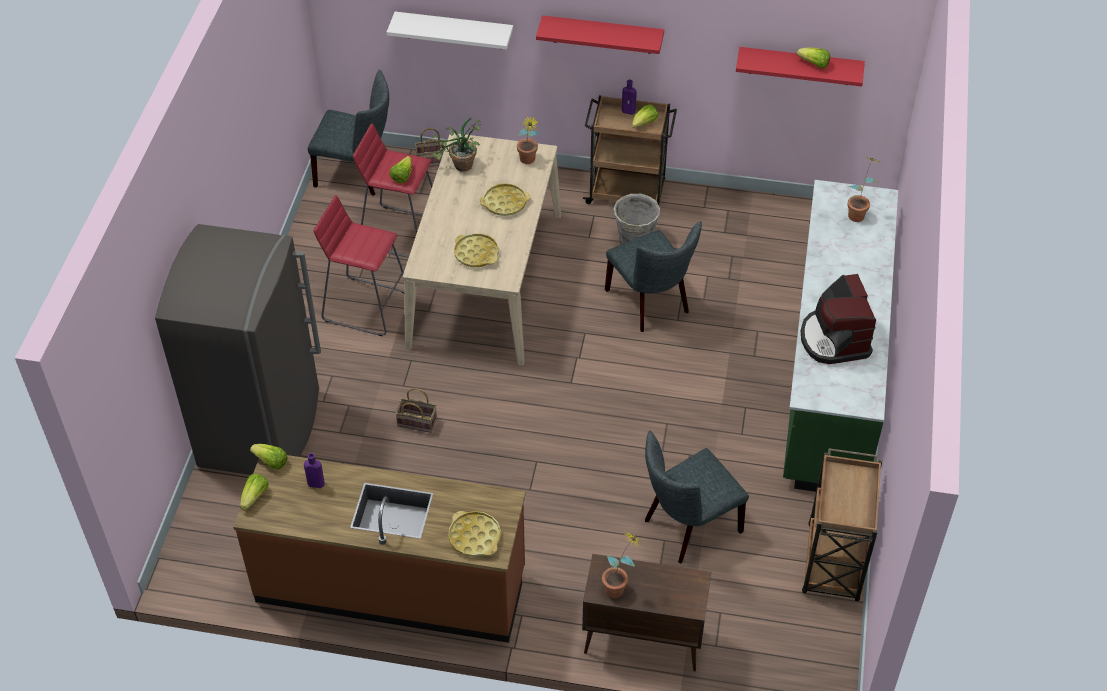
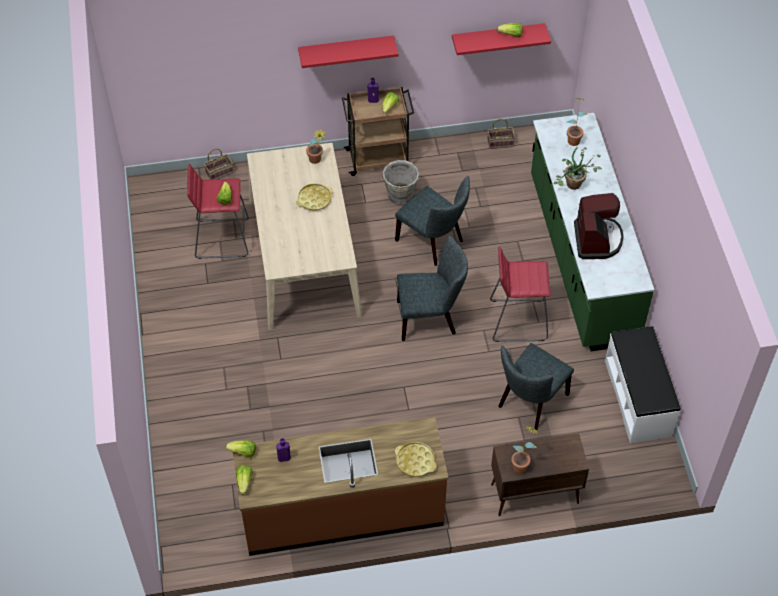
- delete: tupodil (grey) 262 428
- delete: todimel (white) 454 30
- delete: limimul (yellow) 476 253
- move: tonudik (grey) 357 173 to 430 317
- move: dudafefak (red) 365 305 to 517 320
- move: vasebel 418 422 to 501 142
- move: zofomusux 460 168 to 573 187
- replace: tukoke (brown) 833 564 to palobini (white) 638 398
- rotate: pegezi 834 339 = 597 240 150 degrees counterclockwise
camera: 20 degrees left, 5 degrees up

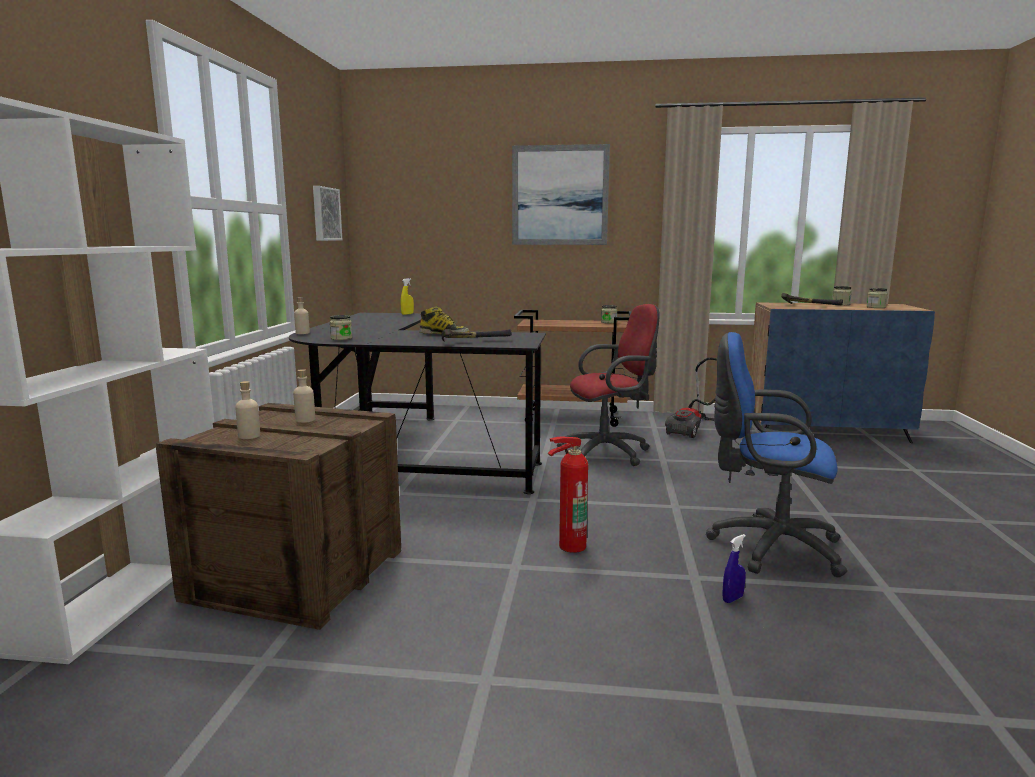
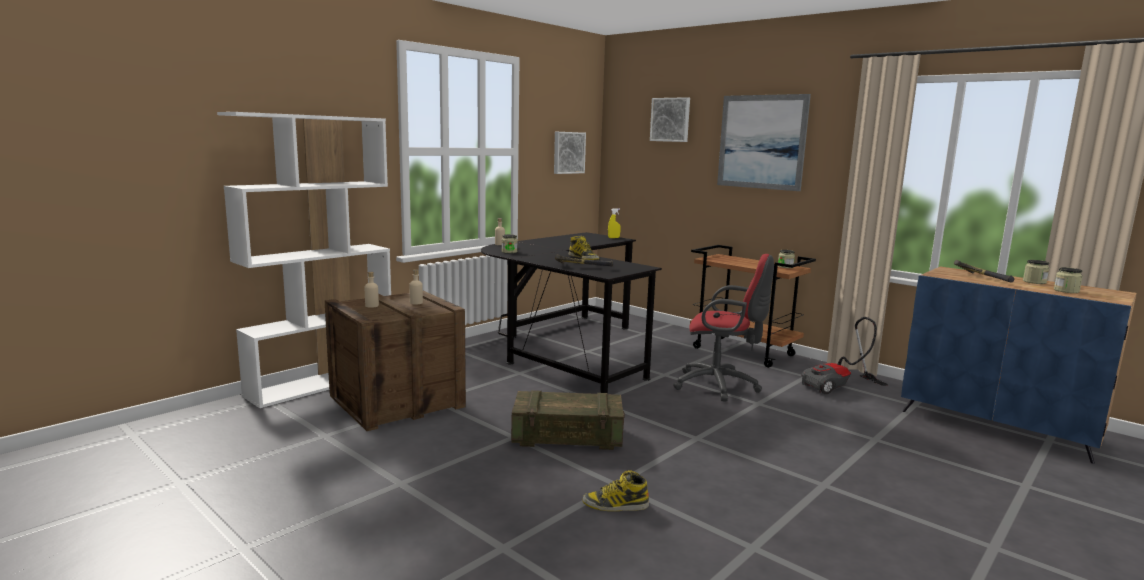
- delete: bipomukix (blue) 768 547
- insert: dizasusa 670 119
- replace: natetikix 569 546 to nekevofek 567 437
- replace: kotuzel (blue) 732 599 to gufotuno 615 505
camera: 35 degrees right, 0 degrees up

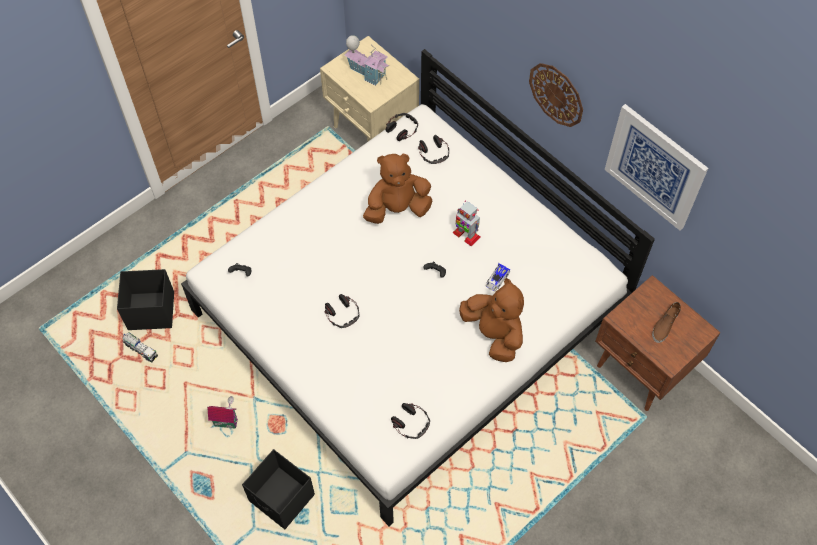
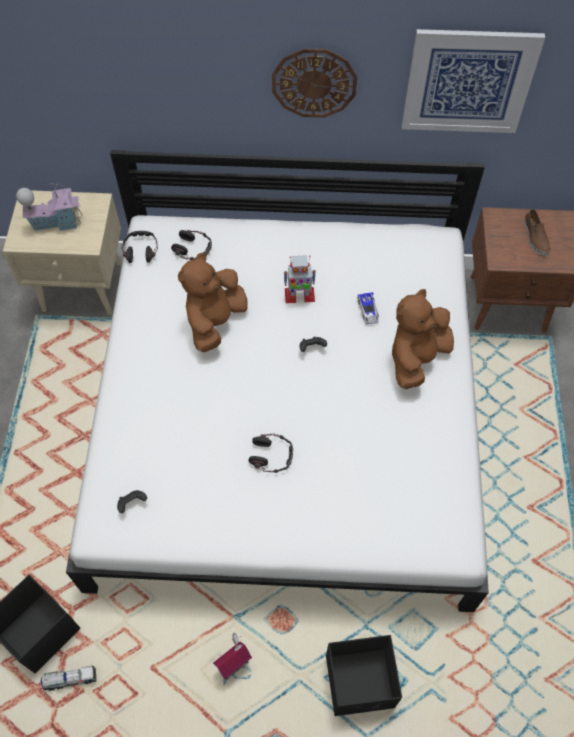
- delete: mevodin 411 423
- rotate: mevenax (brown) 494 334 = 416 358 60 degrees counterclockwise
camera: 45 degrees left, 0 degrees up

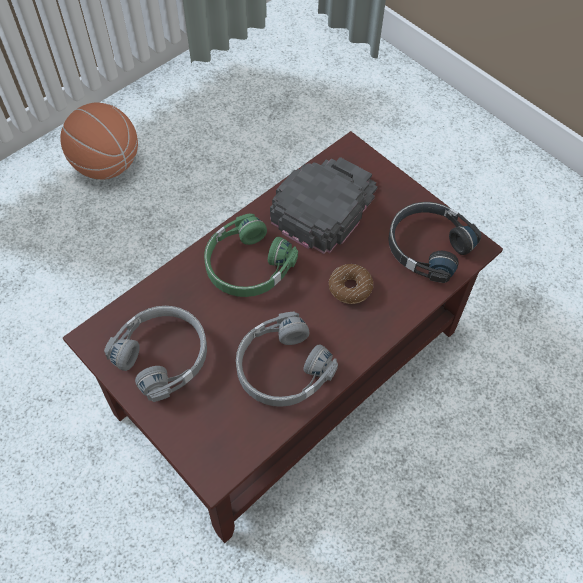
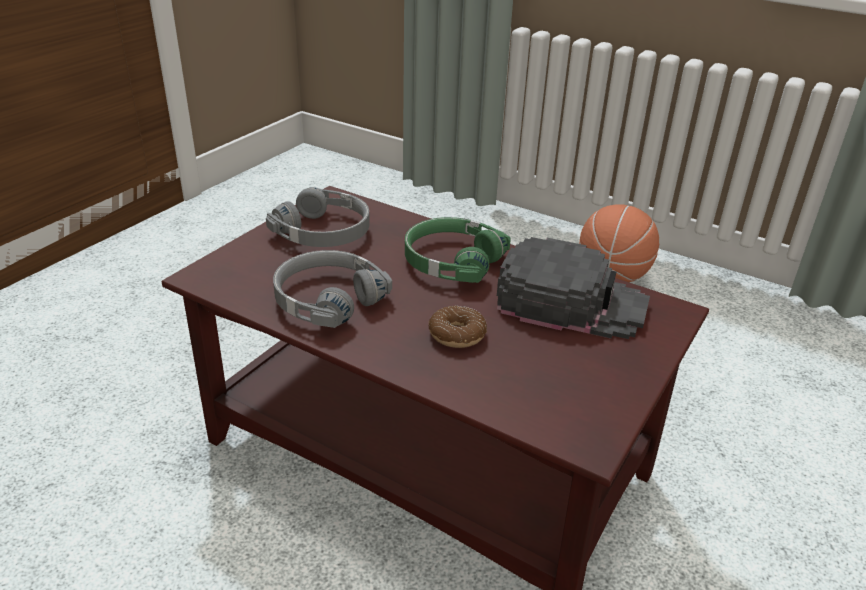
- delete: mevodin (black) 427 246
camera: 75 degrees right, 25 degrees down

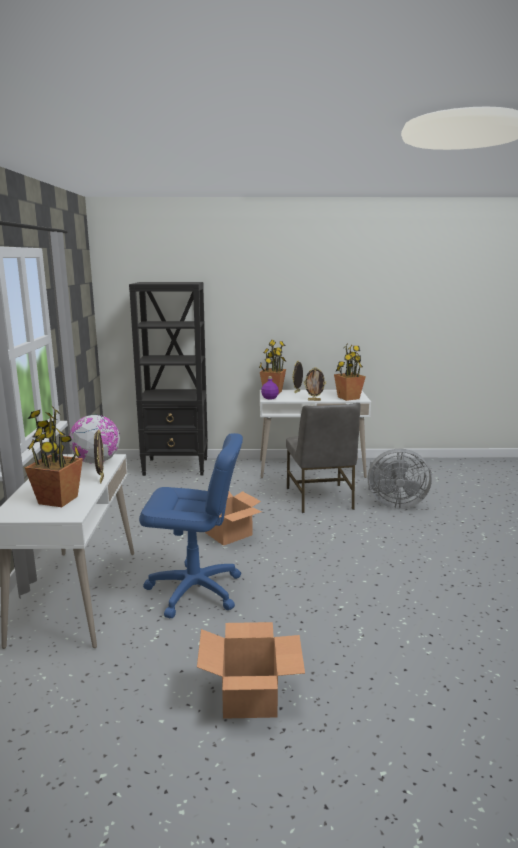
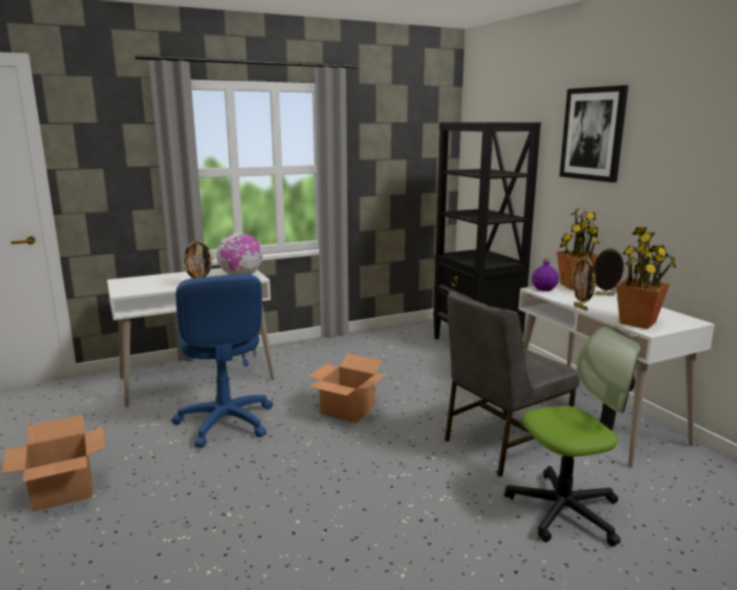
- delete: zofomusux 58 500
- insert: dizasusa 593 134
- replace: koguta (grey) 394 503 to bipomukix 564 510
camera: 65 degrees right, 0 degrees up

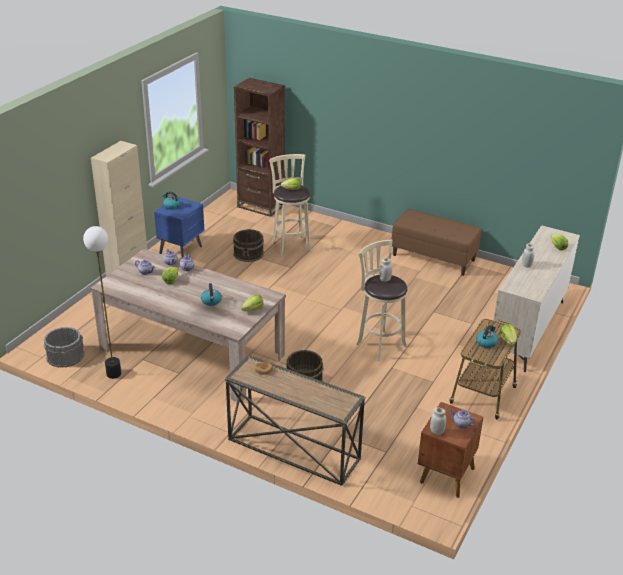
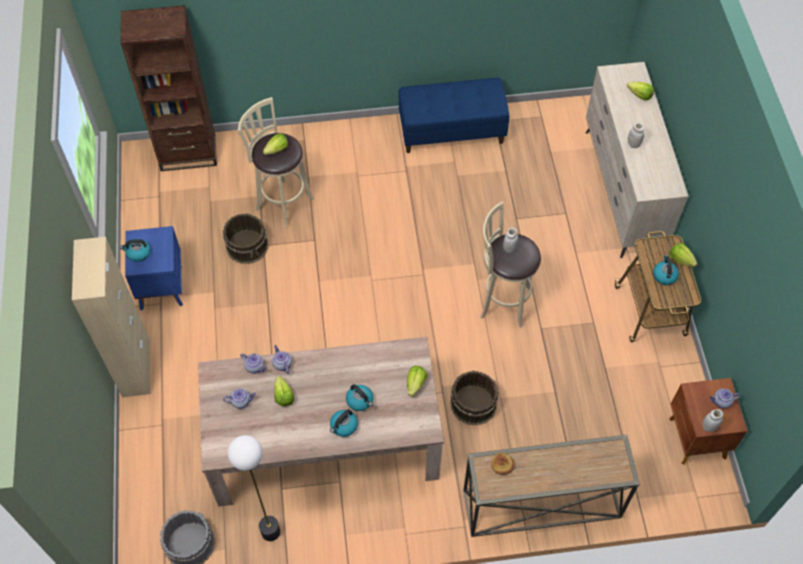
- insert: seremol 343 426
- recolor: palobini (brown) 434 257 to palobini (blue) 452 131
camera: 35 degrees left, 25 degrees up

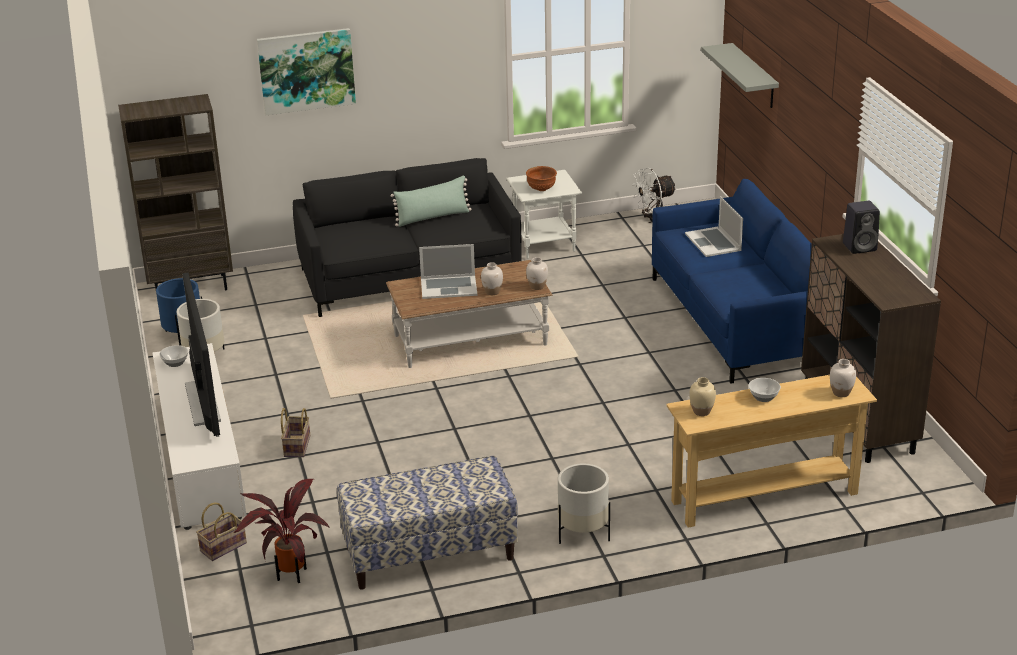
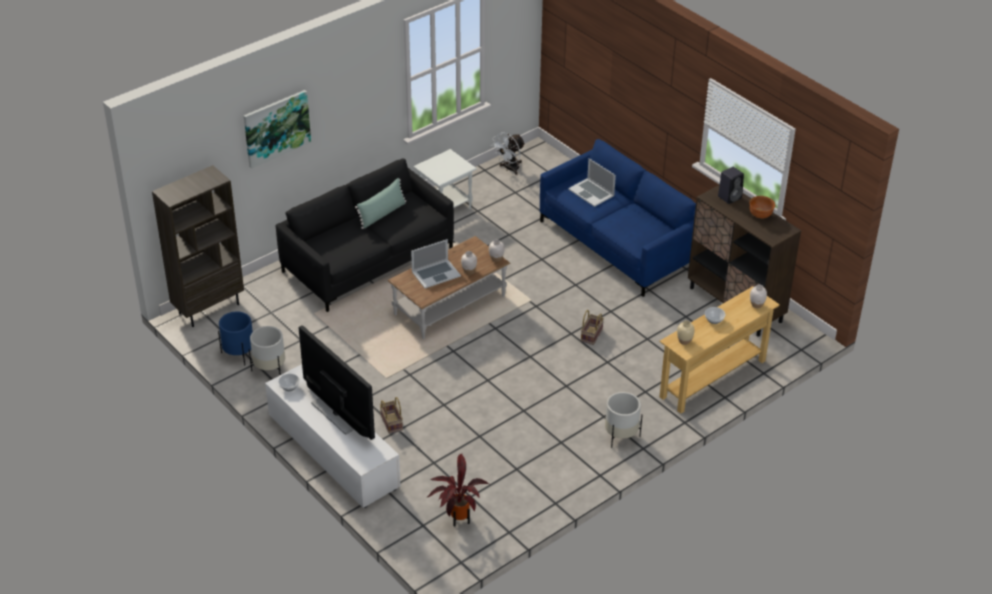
- delete: palobini 429 554
- delete: todimel (grey) 754 76
- move: vasebel 223 546 to 591 335
- move: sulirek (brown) 541 189 to 760 215
camera: 25 degrees left, 10 degrees up

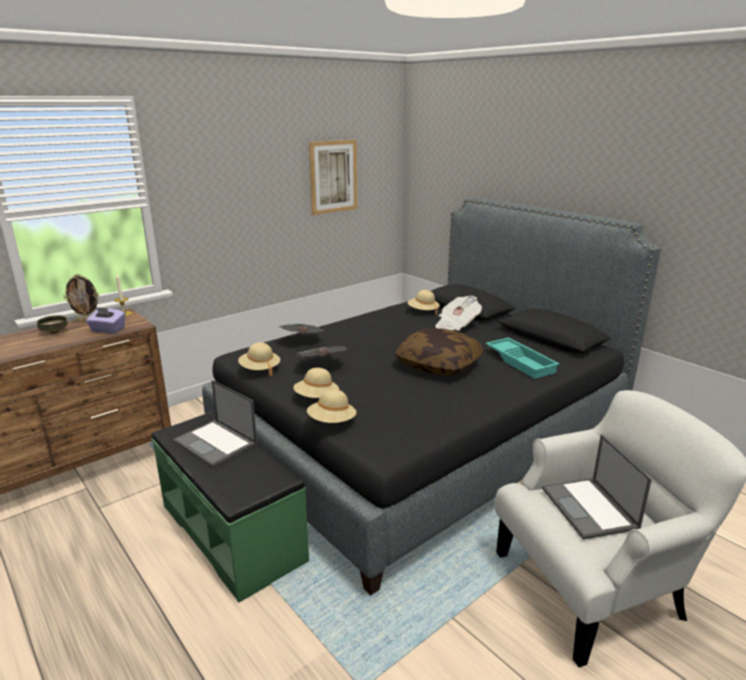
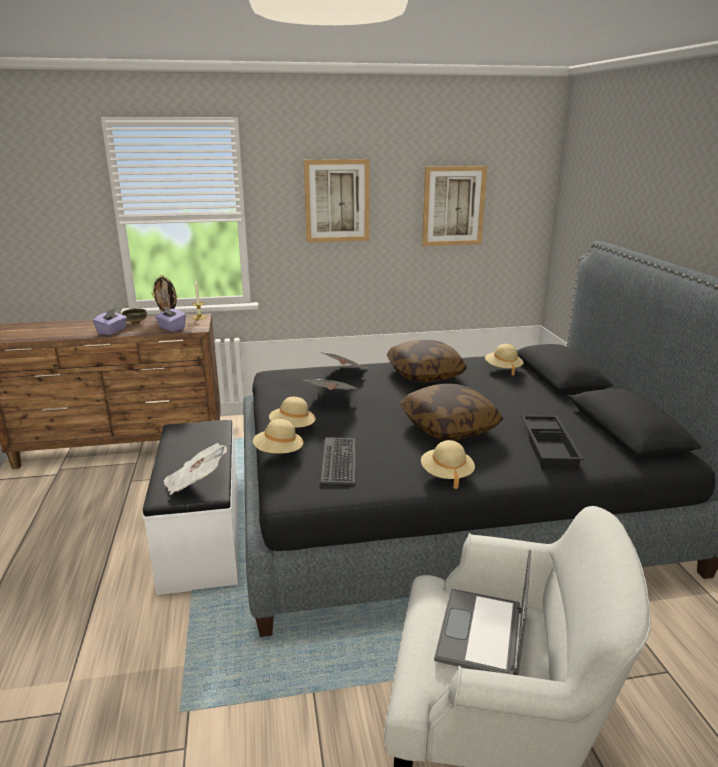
- delete: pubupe 216 443
- insert: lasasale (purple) 112 331
- insert: dizasusa 337 201
- insert: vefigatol 340 460
- insert: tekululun 425 374
- move: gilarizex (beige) 260 369 to 446 474
- move: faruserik 456 325 to 195 483
- recolor: palobini (green) 233 532 to palobini (white) 203 535
- recolor: limimul (turquoise) 521 362 to limimul (black) 550 447
camera: 30 degrees right, 0 degrees up

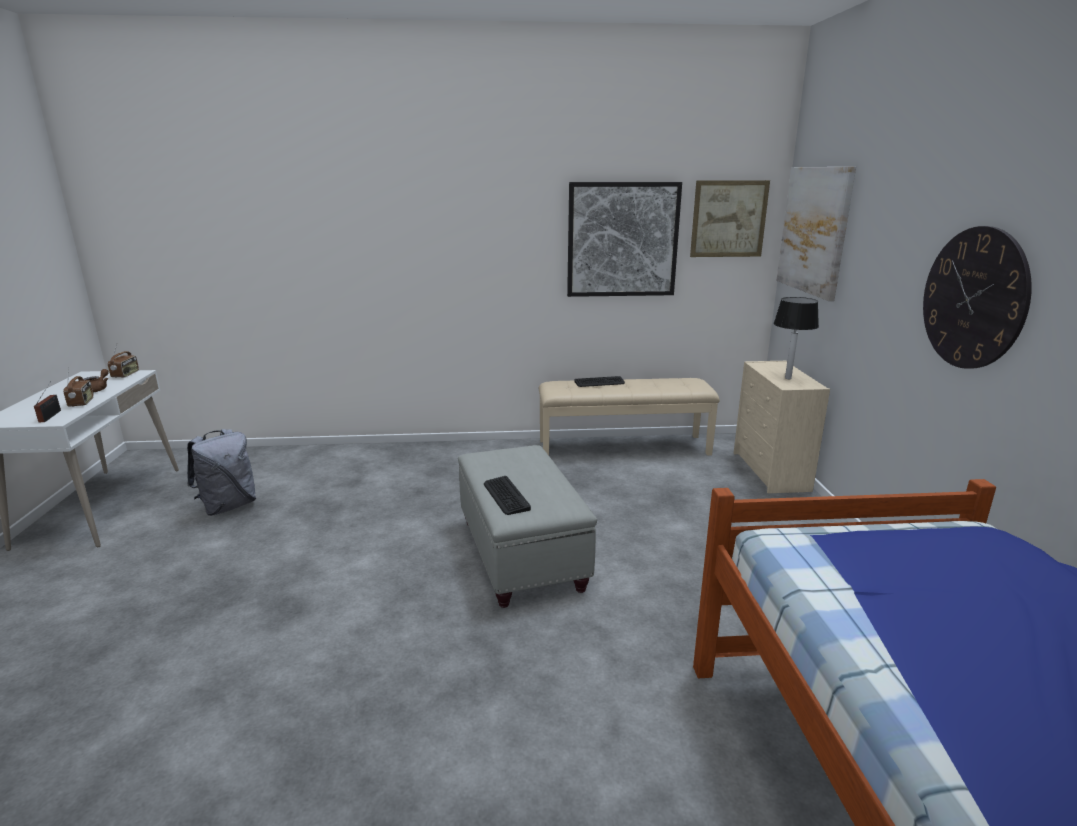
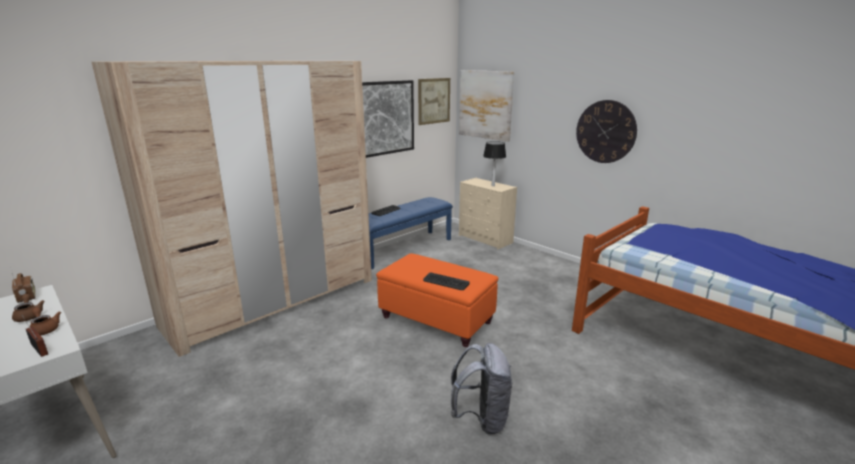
- insert: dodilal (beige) 274 301
- move: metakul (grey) 228 506 to 481 418
- replace: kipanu 82 402 to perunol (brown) 45 329
- recolor: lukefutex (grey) 521 555 to lukefutex (orange) 437 320
- recolor: palobini (beige) 623 447 to palobini (blue) 403 248
camera: 40 degrees left, 0 degrees up

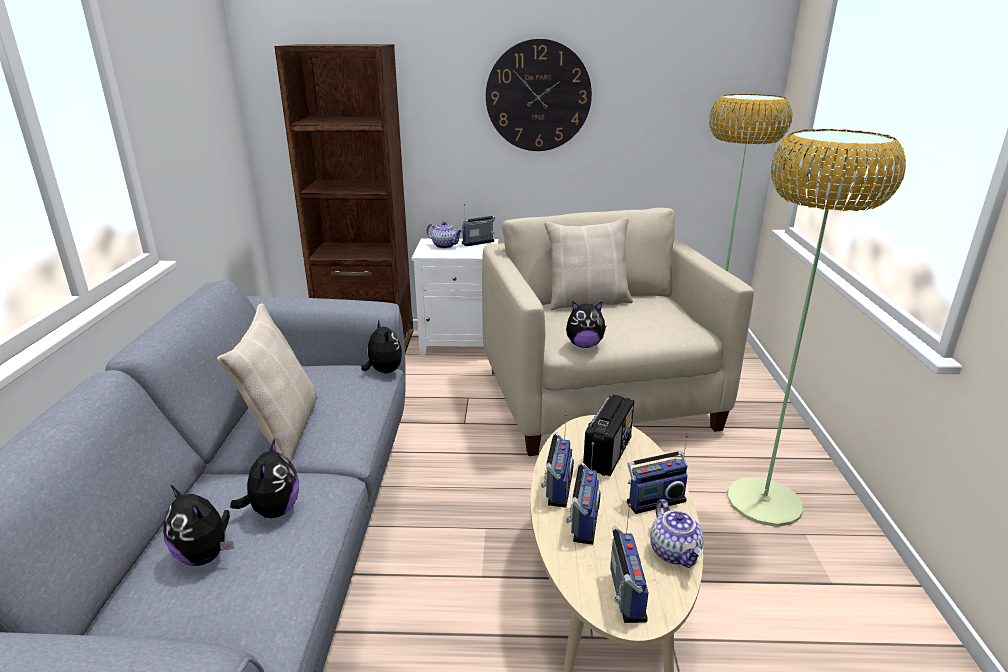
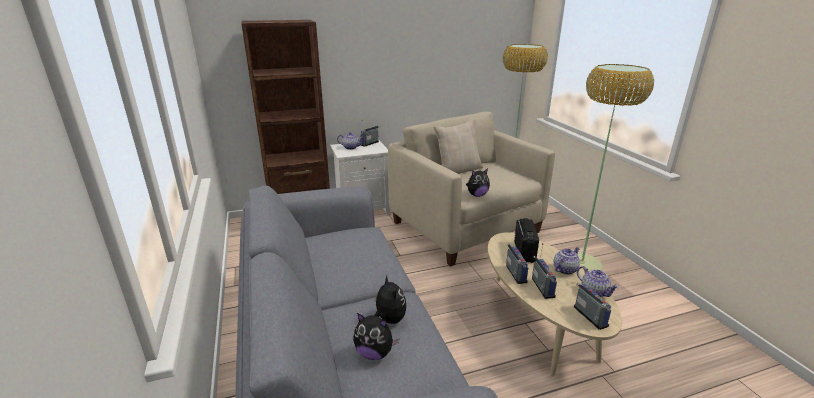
- delete: tekululun (beige) 283 429
- delete: mevenax 383 371
- delete: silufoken 538 96
- replace: kipanu 654 500 to perunol 565 269
camera: 20 degrees left, 0 degrees up

